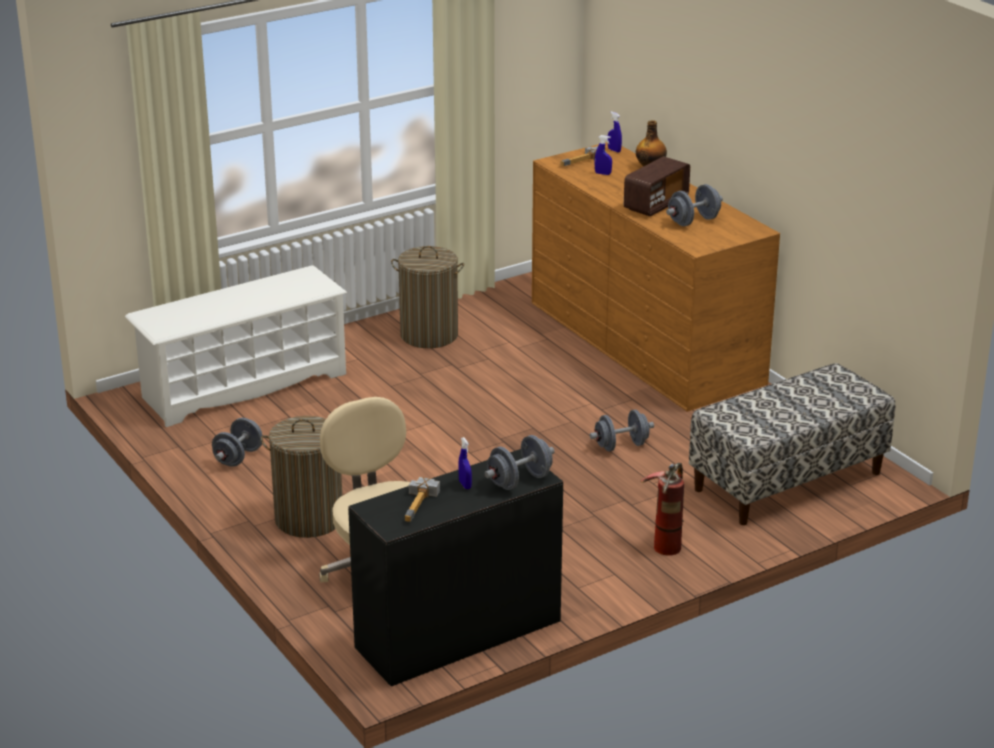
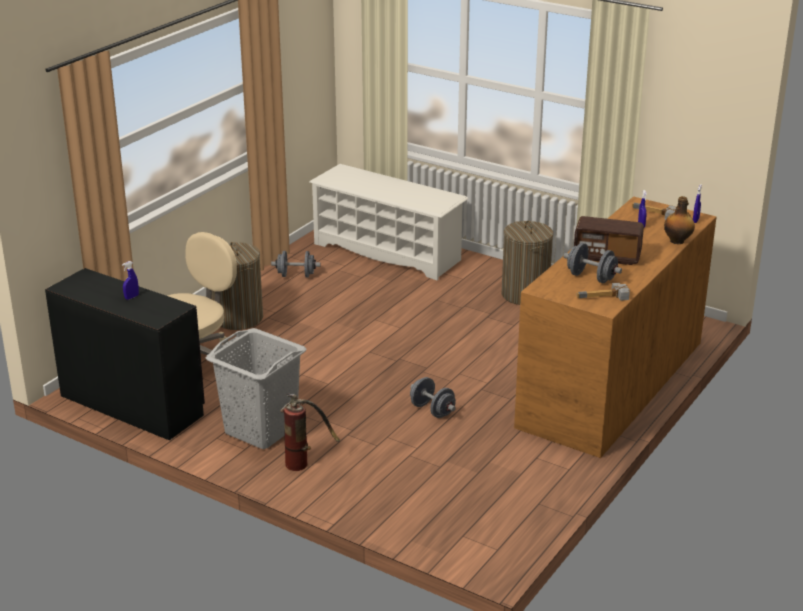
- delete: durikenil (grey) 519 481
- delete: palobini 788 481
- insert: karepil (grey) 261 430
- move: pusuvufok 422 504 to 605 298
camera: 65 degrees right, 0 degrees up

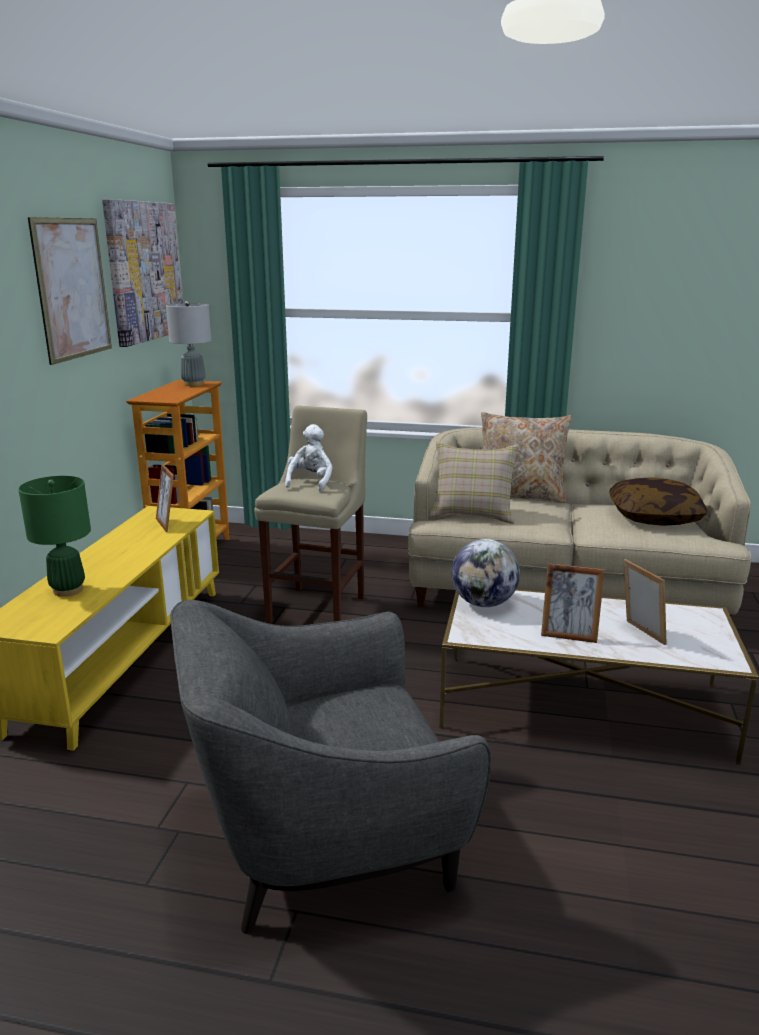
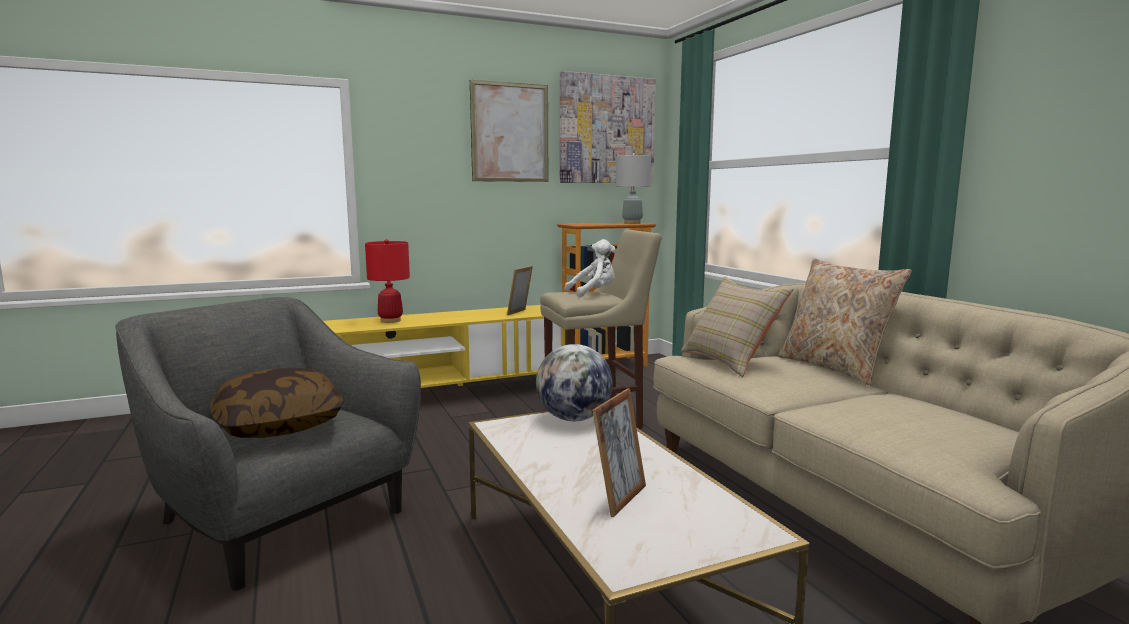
- delete: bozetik 569 635
- move: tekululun 654 517 to 279 424
- recolor: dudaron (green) 68 590 to dudaron (red) 390 320
camera: 55 degrees right, 10 degrees down

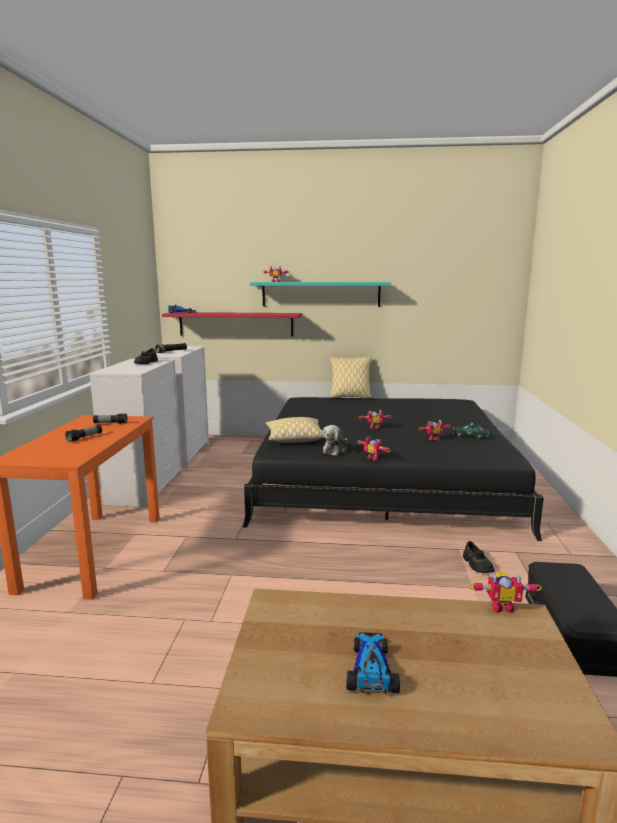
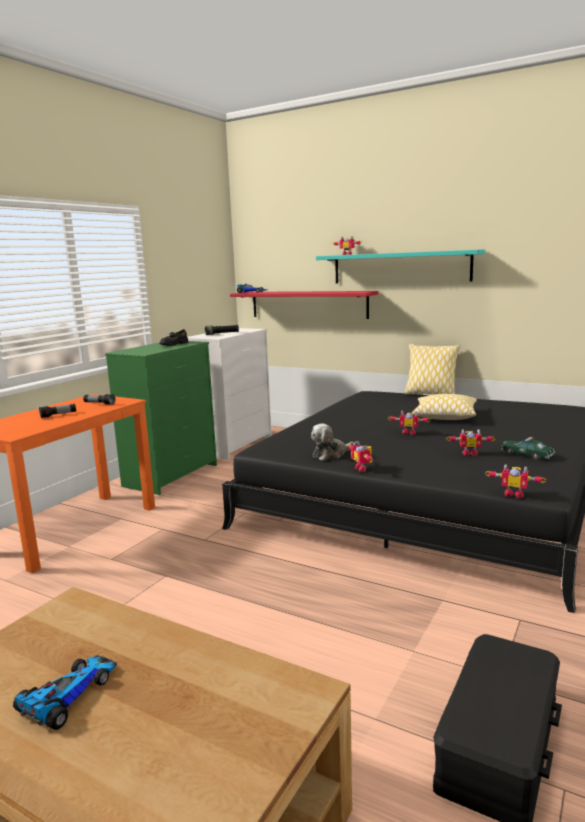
- delete: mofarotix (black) 477 565
- move: tekululun 294 438 to 444 416
- move: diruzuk 501 606 to 514 494
- recolor: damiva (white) 145 488 to damiva (green) 171 475
camera: 25 degrees right, 0 degrees up

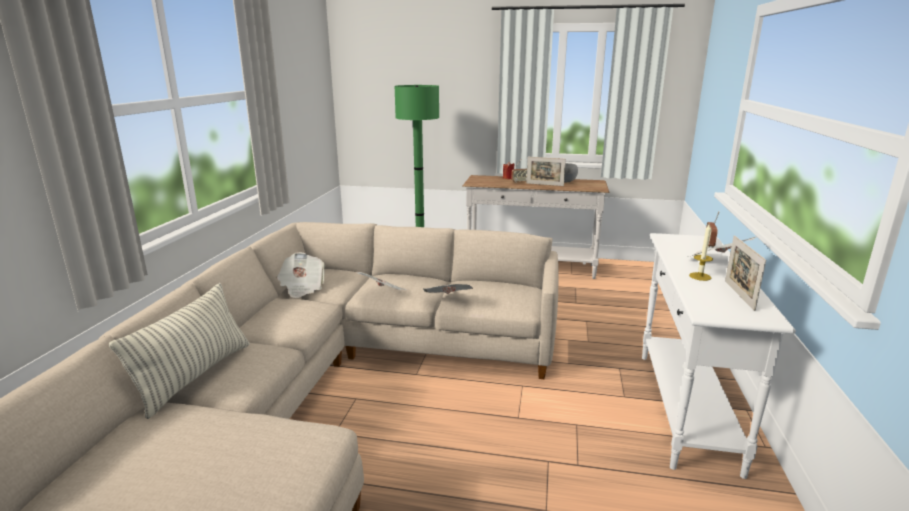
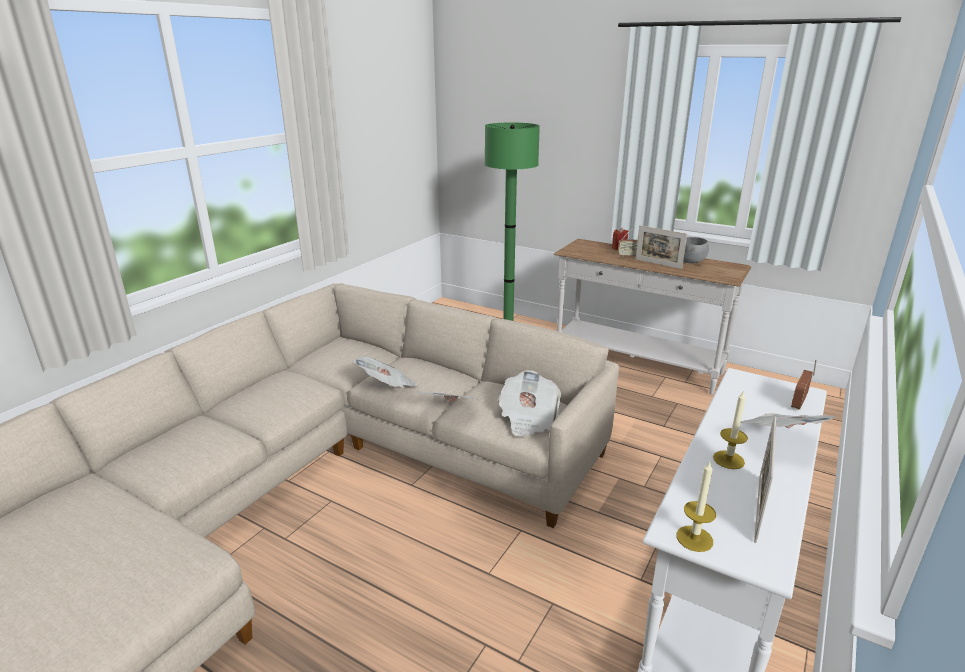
- delete: tekululun 195 376
- insert: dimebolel 694 538
- move: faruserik 302 287 to 528 419
camera: 20 degrees right, 5 degrees up

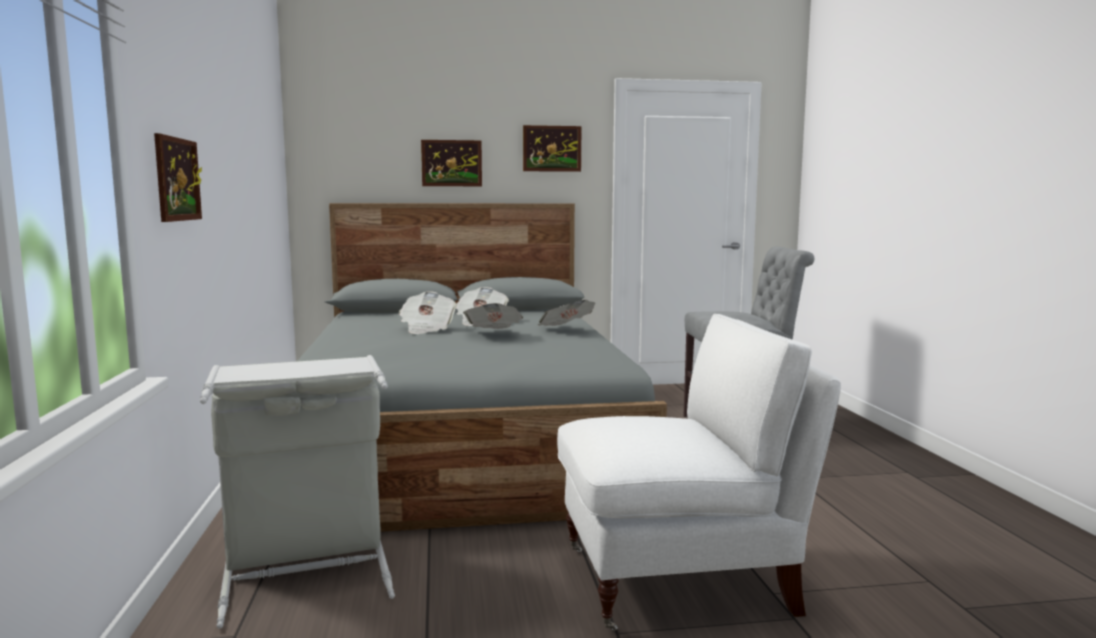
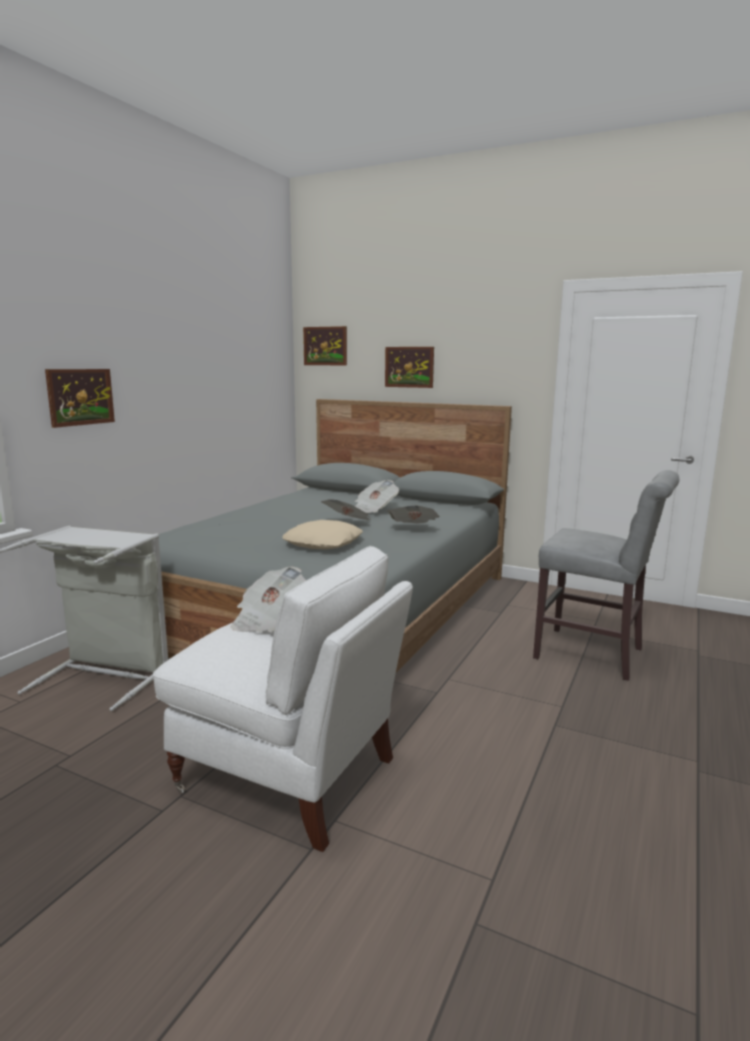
- insert: tekululun (beige) 324 543
- move: faruserik 427 329 to 269 620
- move: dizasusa 552 148 to 325 346
camera: 35 degrees right, 5 degrees up

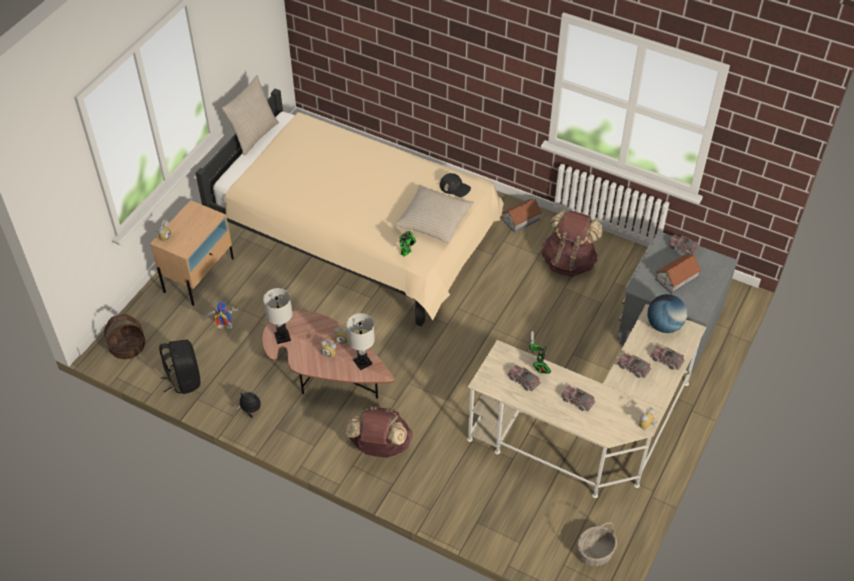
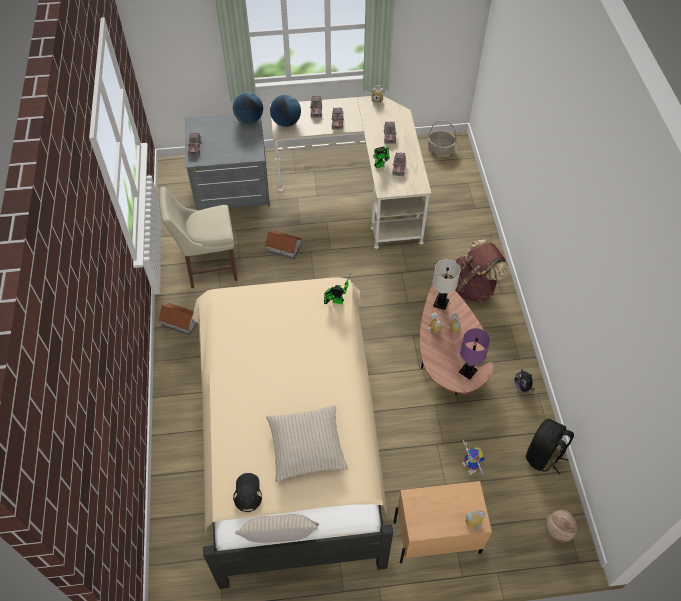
- insert: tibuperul 249 119
- move: tekululun (beige) 434 220 to 307 447
- move: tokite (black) 455 187 to 247 492
- move: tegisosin 677 278 to 283 247
- replace: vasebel 128 346 to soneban 558 531
- replace: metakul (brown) 568 262 to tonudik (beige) 208 267
- recolor: dudaron (white) 282 337 to dudaron (purple) 467 371
camera: 125 degrees left, 5 degrees up

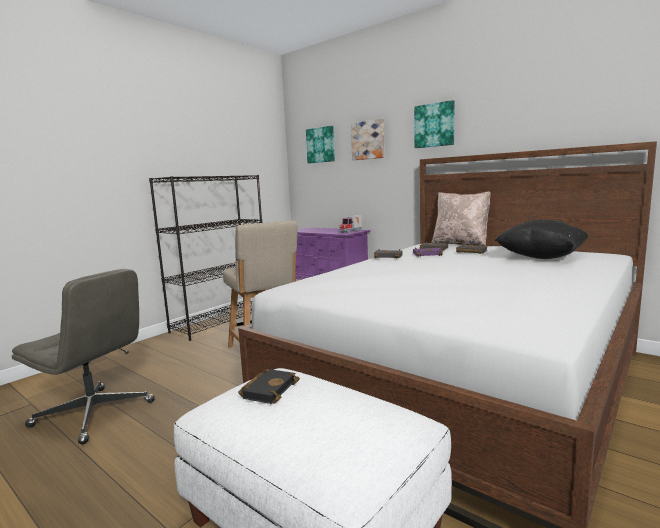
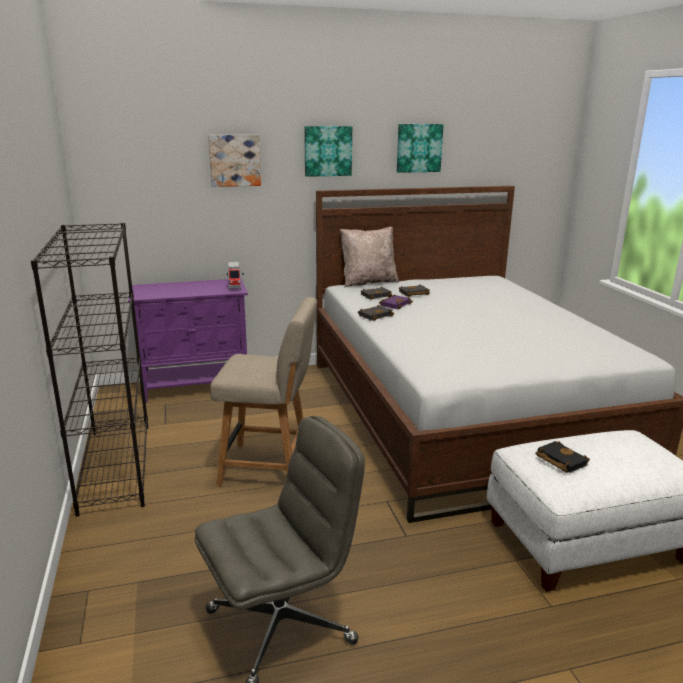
- delete: tekululun (black) 541 257
- move: dizasusa 321 145 to 418 148
camera: 55 degrees left, 10 degrees up

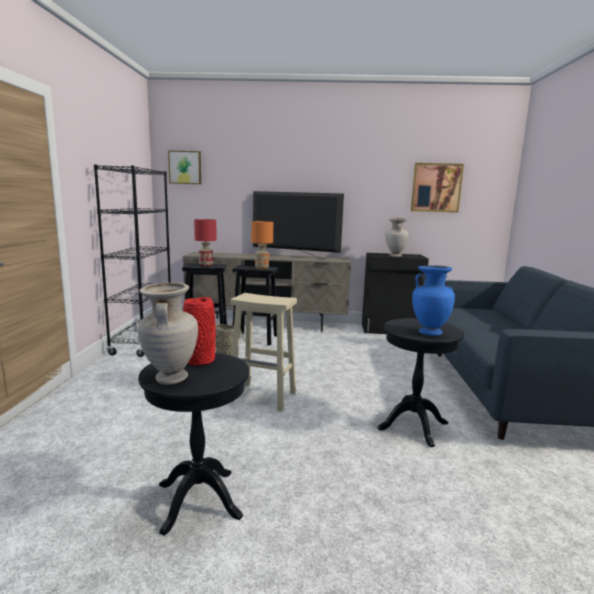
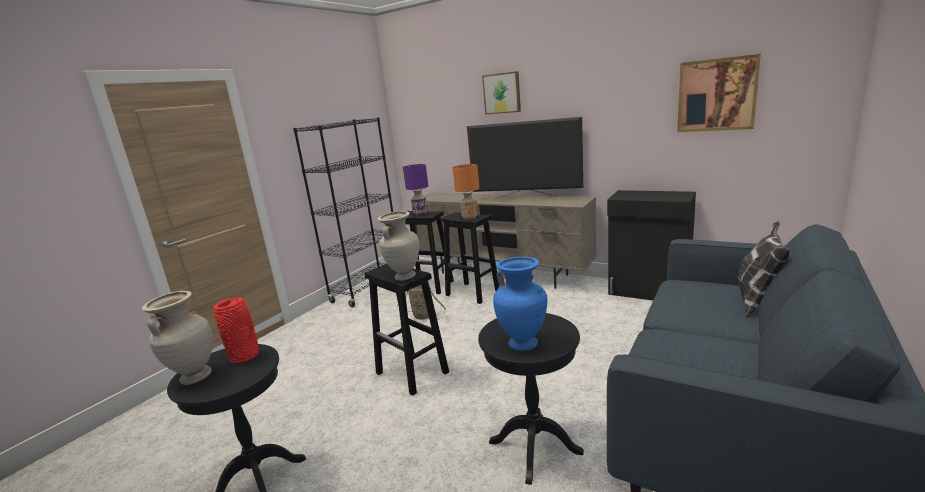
- insert: tekululun 758 301
- move: dizasusa 185 167 to 502 93
- move: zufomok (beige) 395 256 to 404 277
- recolor: dudaron (red) 206 265 to dudaron (purple) 420 213
- recolor: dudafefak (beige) 264 397 to dudafefak (black) 413 373
- rotate: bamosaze 294 256 = 526 198 150 degrees clockwise
camera: 30 degrees right, 5 degrees up

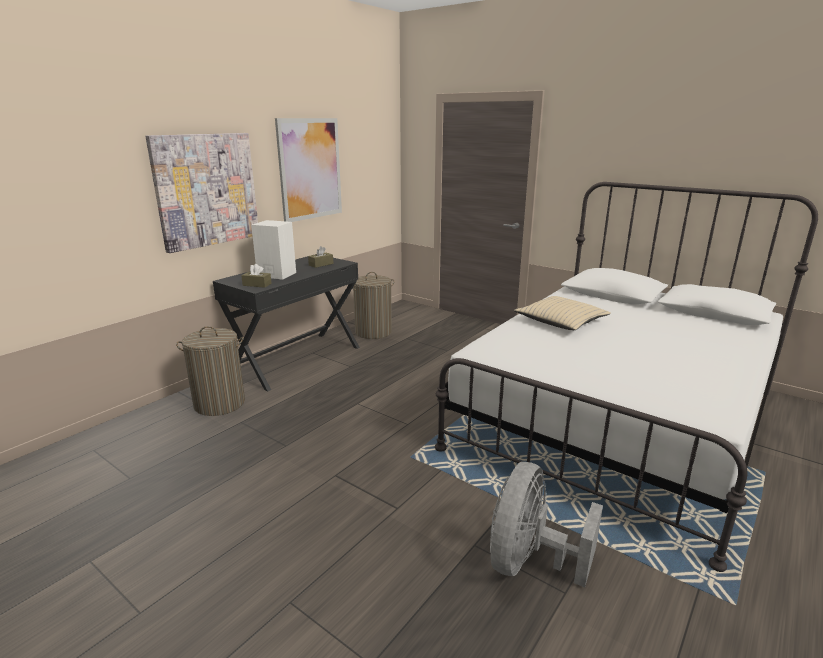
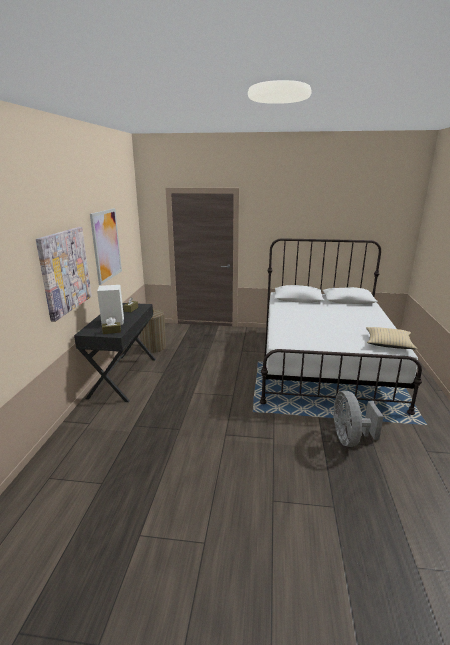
- delete: karepil 220 403
- move: tekululun (beige) 560 321 to 388 343
camera: 30 degrees left, 0 degrees up

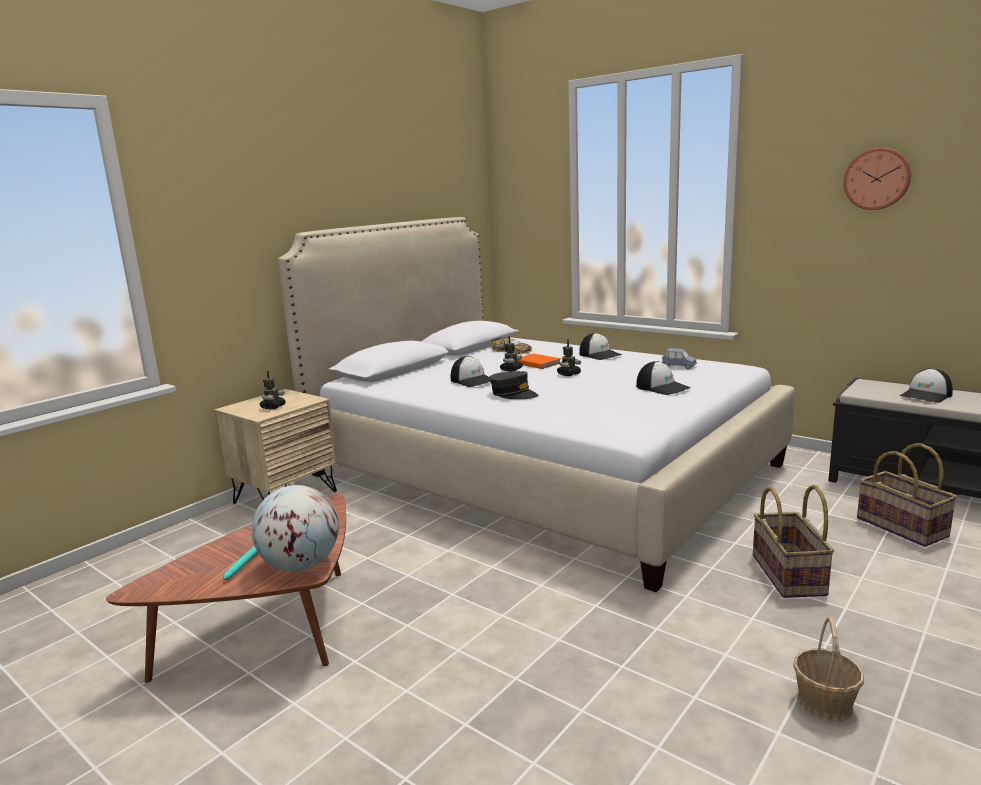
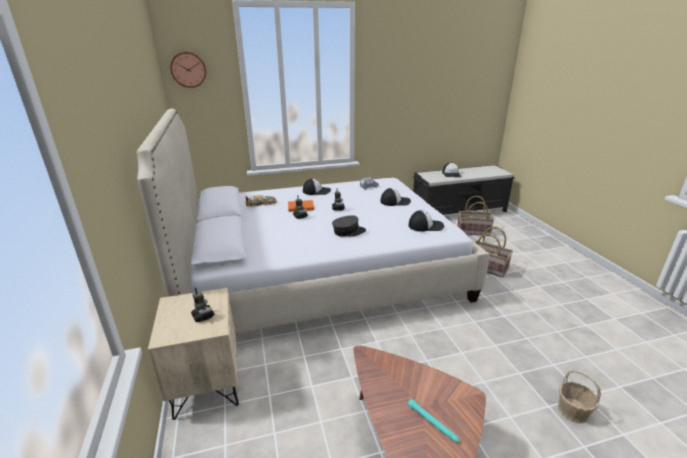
- delete: tibuperul 300 565
- move: tokite 473 380 to 426 226
- move: vasebel 824 703 to 573 411
- move: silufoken 877 179 to 188 69
camera: 55 degrees left, 10 degrees up

